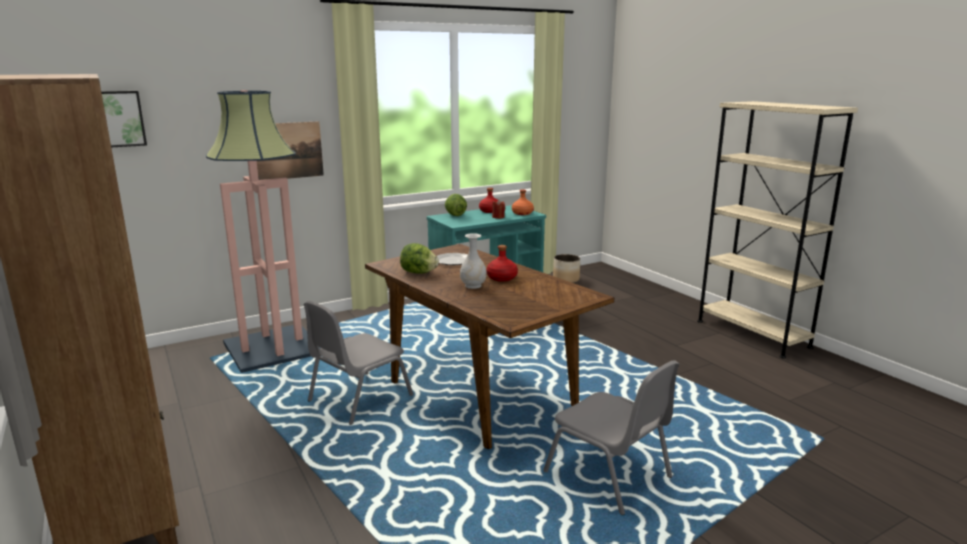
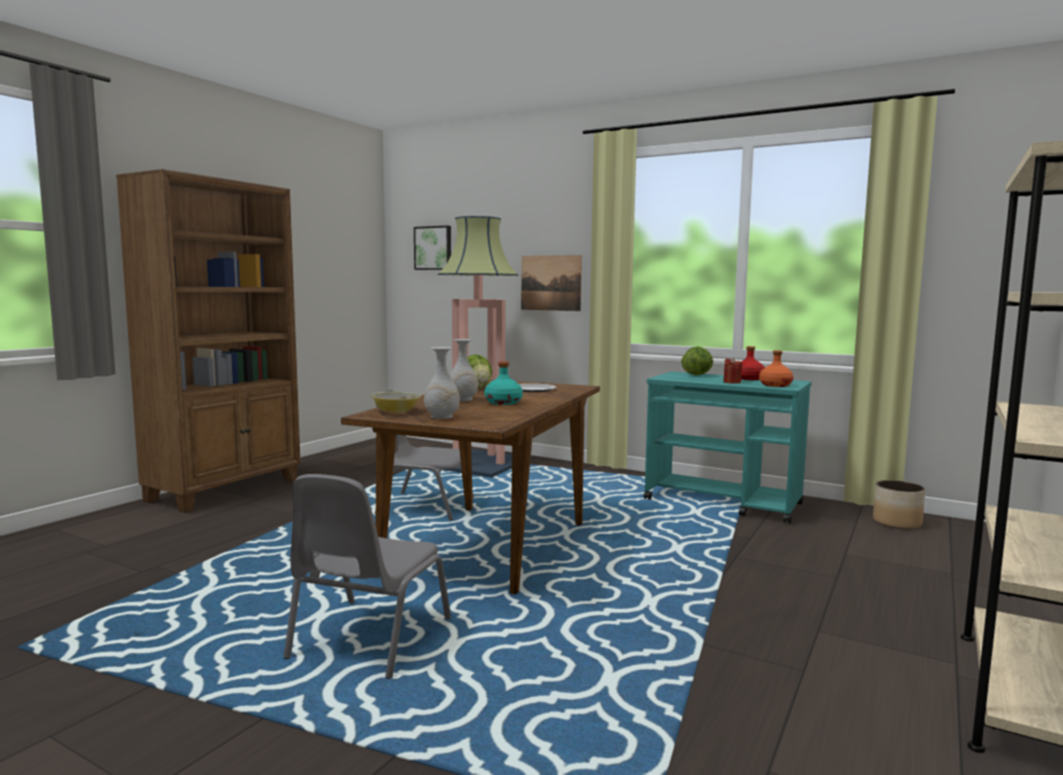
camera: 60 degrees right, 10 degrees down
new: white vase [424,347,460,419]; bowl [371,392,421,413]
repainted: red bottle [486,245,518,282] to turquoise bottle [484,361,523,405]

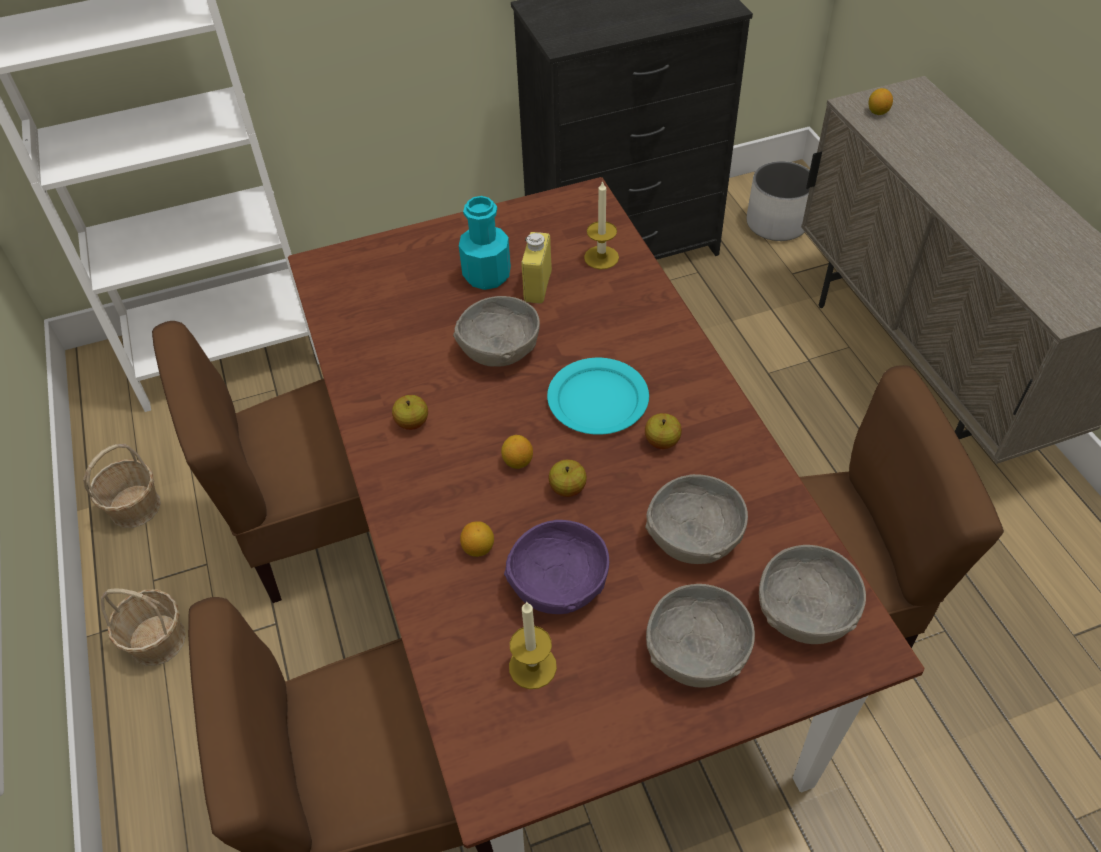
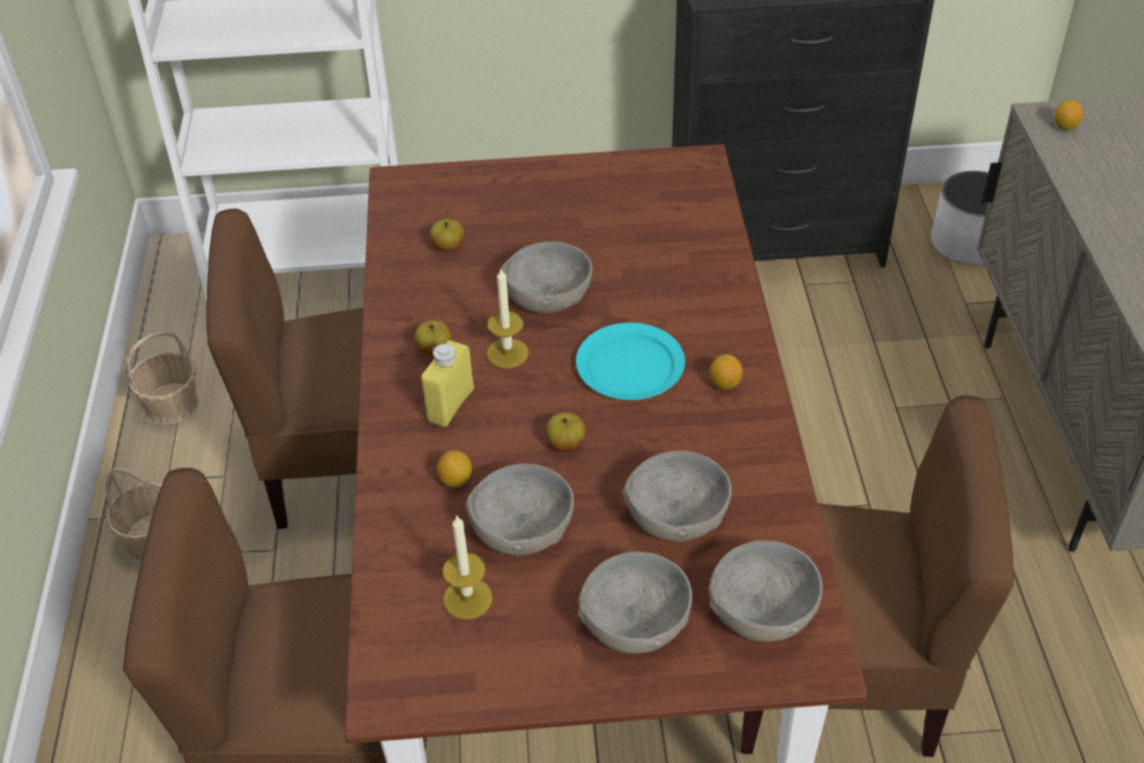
camera: 15 degrees right, 5 degrees down
gone: turquoise bottle [459,196,511,290]
shifted: candle [584,180,619,269] to [487,269,529,368]; yellow bottle [522,232,552,304] to [421,341,474,427]; apple [645,413,682,449] to [430,219,464,252]; lemon [501,435,533,469] to [710,354,743,390]
repainted: purple bowl [504,520,609,614] to grey bowl [465,464,574,556]

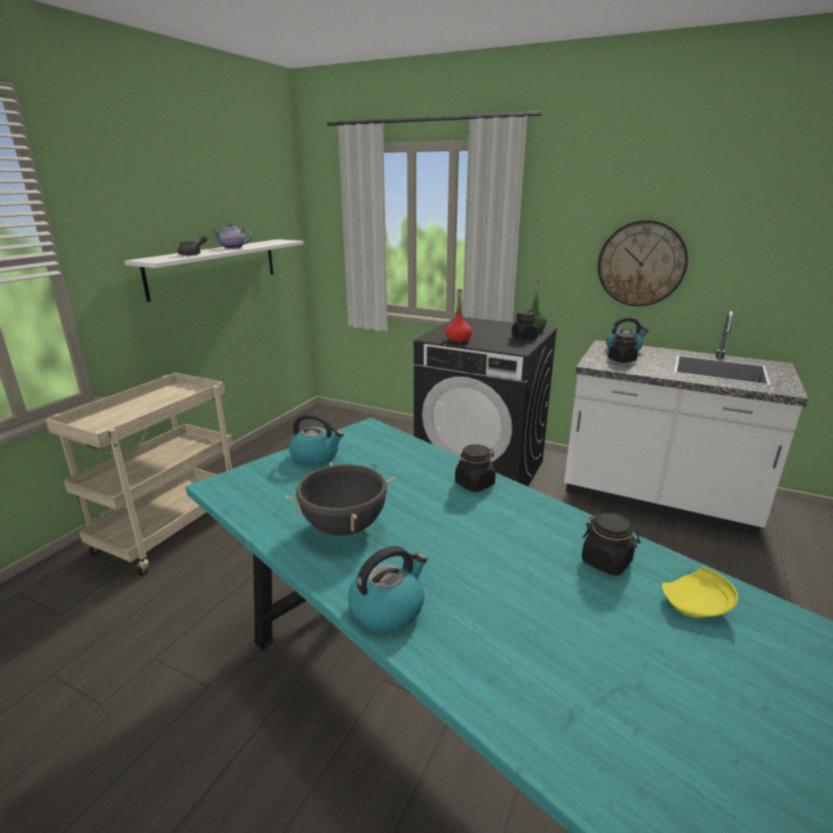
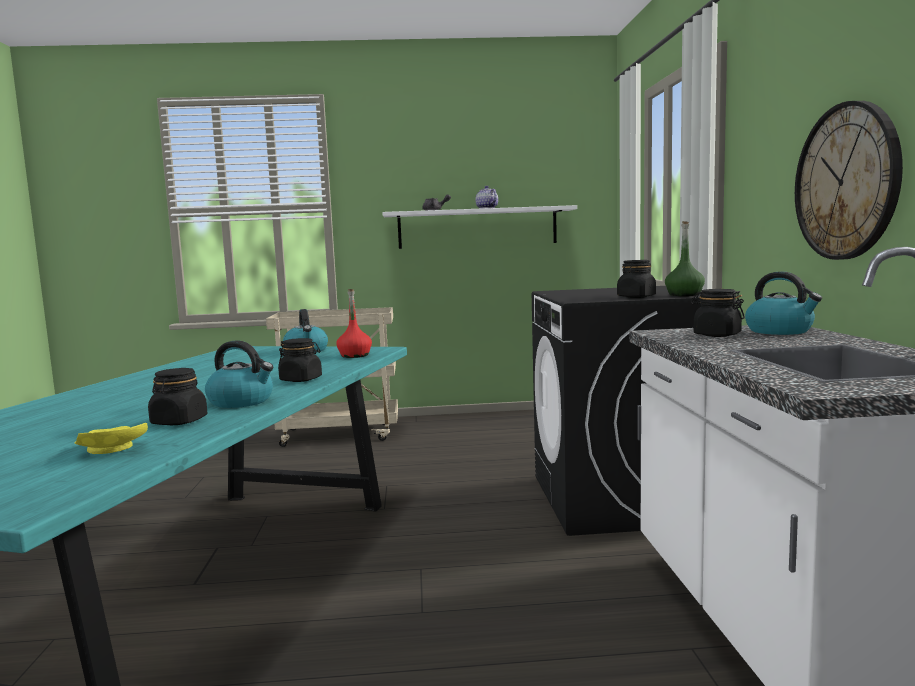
camera: 60 degrees right, 15 degrees down
gone: black cooking pot [285,462,396,536]
shifted: red bottle [445,289,472,343] to [336,289,372,358]; kettle [348,546,427,632] to [205,340,273,408]

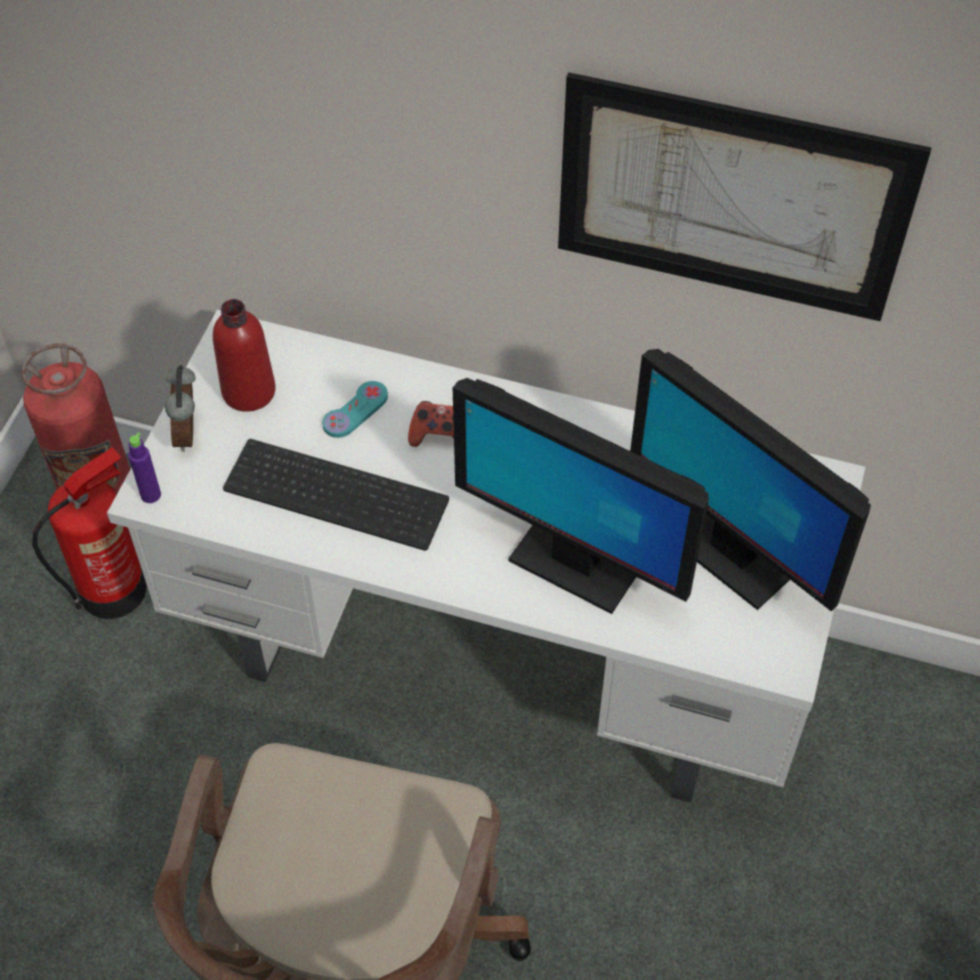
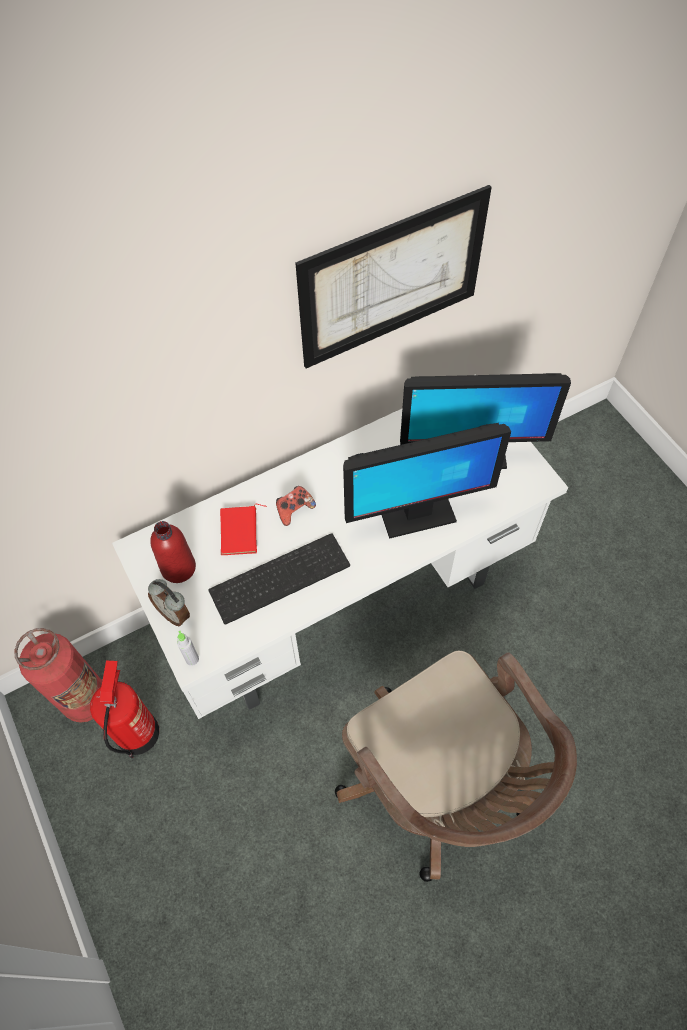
camera: 45 degrees left, 5 degrees up
swapped: turquoise game controller [322,381,388,438] to red book [220,504,267,555]
repainted: purple bottle [128,432,161,503] to grey bottle [177,631,199,666]

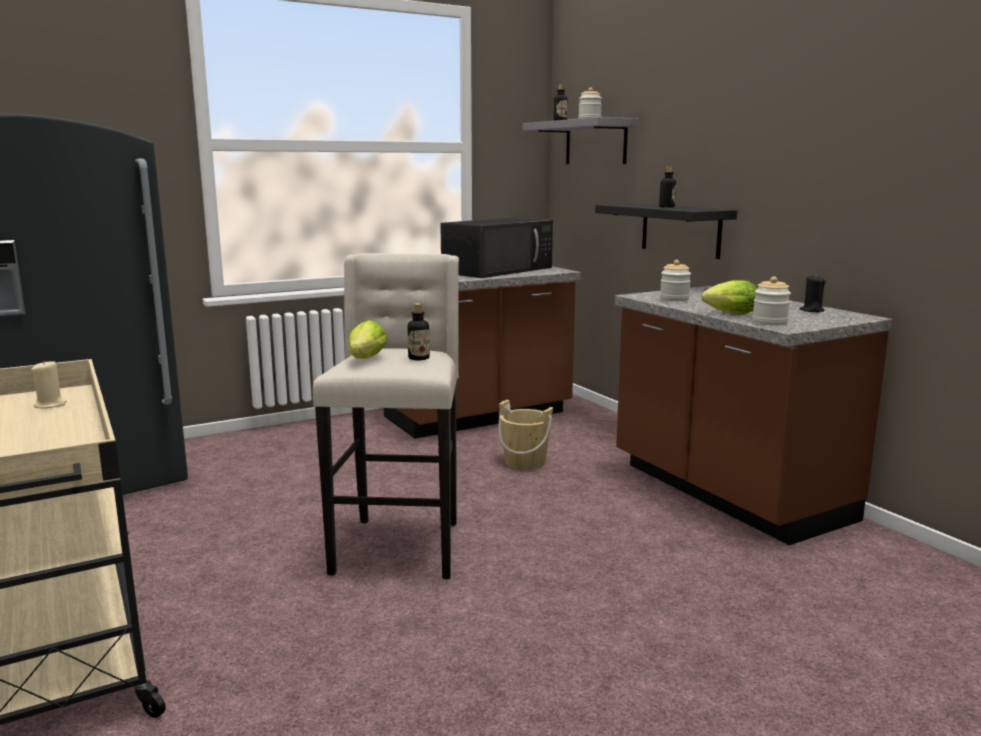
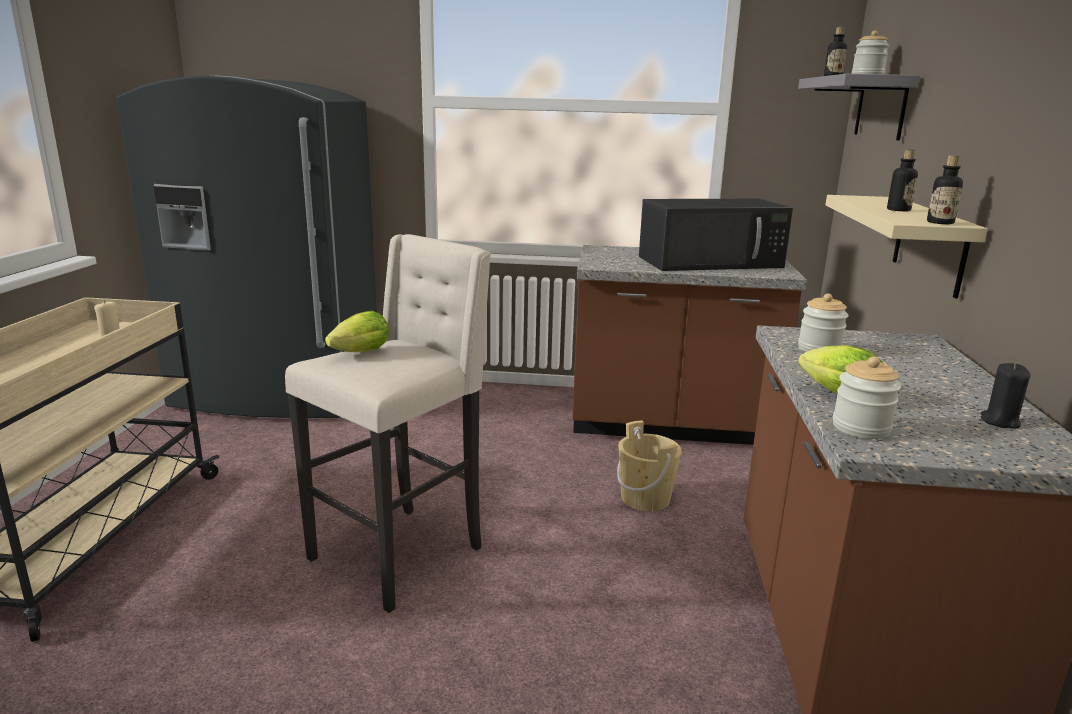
camera: 35 degrees right, 5 degrees up
shifted: bottle [408,303,430,360] to [927,155,963,224]
repainted: black shelf [595,204,737,259] to beige shelf [825,195,988,298]

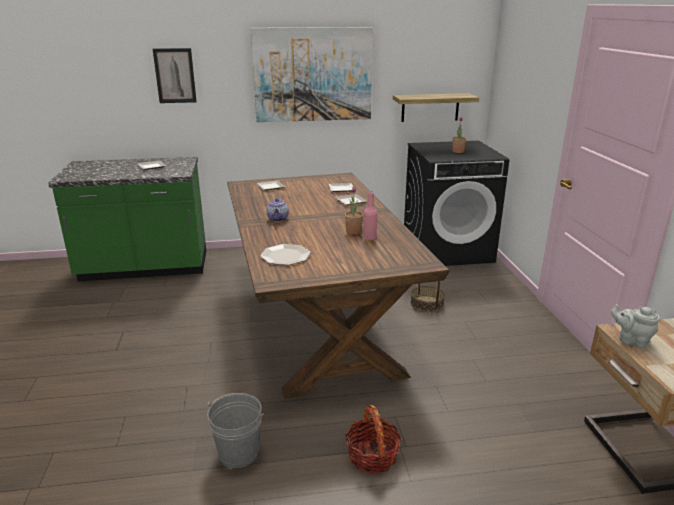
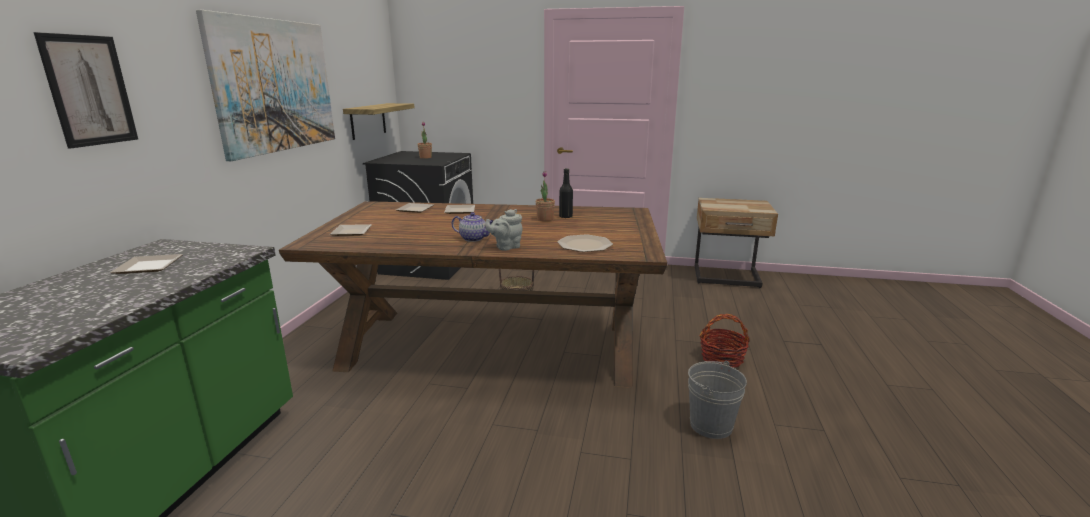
camera: 70 degrees left, 5 degrees down
shifted: grey teapot [611,304,660,348] to [485,209,523,251]
repainted: pink bottle [363,191,377,240] to black bottle [559,168,573,218]

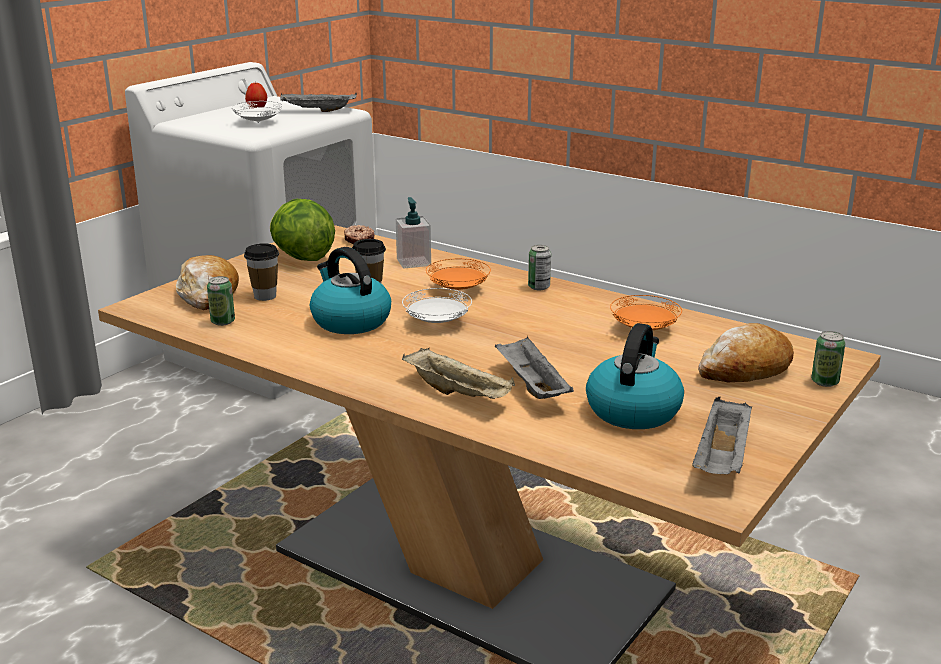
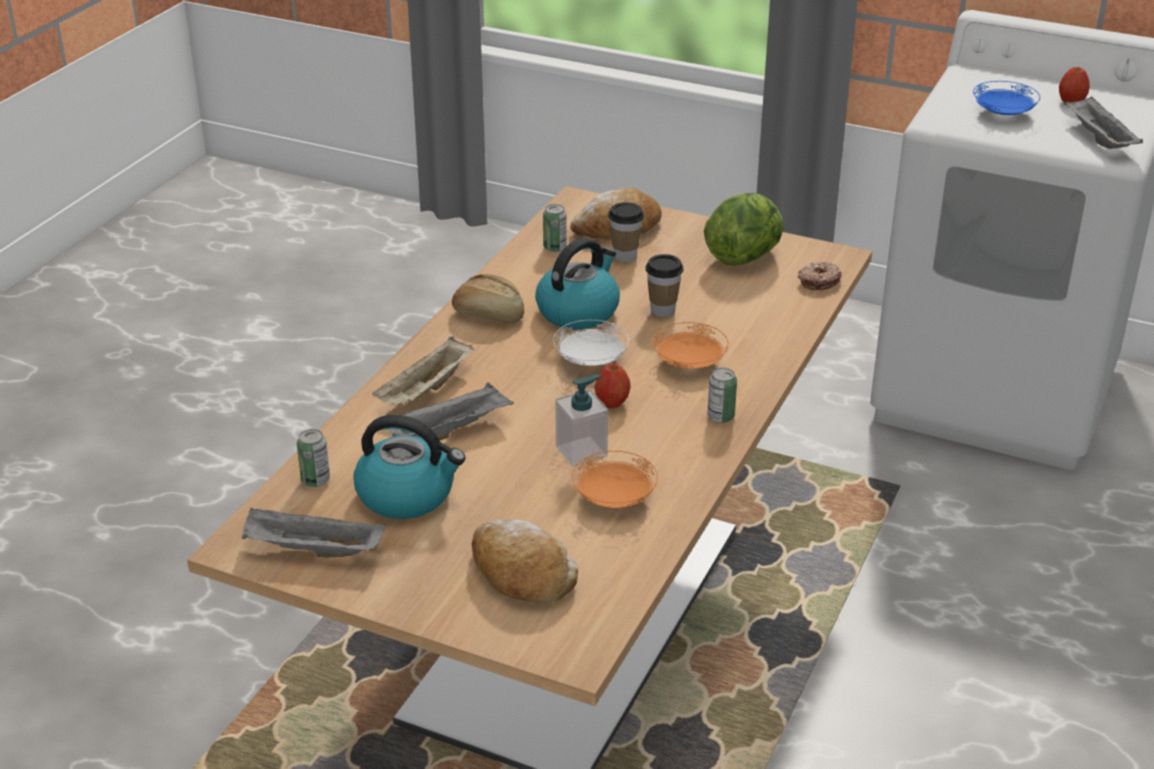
camera: 80 degrees right, 10 degrees up
new: bread [452,274,524,324]; apple [595,363,631,408]
shifted: soap dispenser [396,197,431,268] to [555,374,608,467]; can [811,331,845,387] to [297,429,330,487]
repainted: white plate [231,101,282,123] to blue plate [973,81,1040,115]

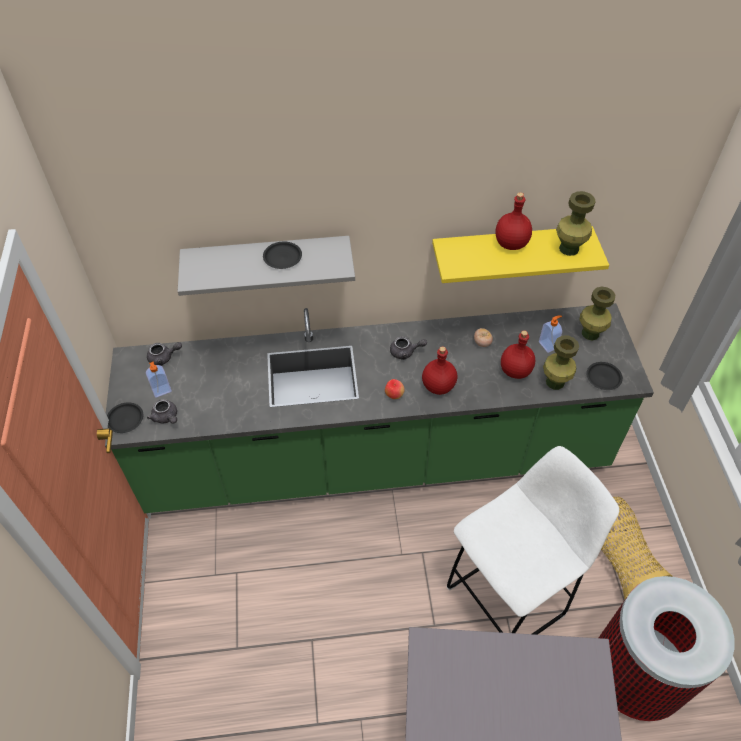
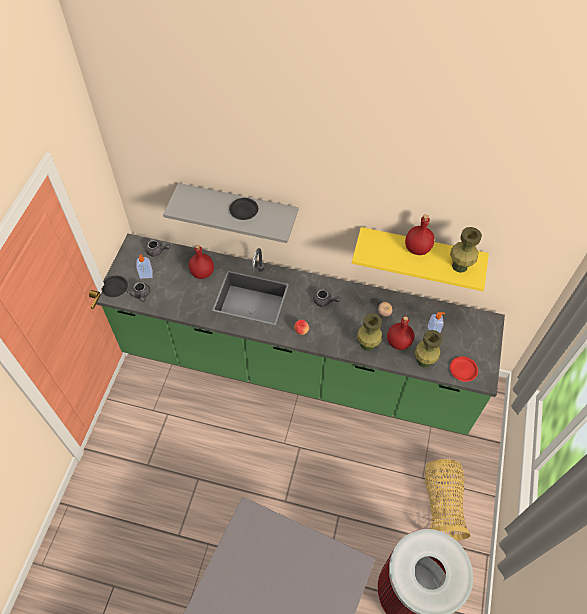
camera: 20 degrees right, 5 degrees up
gone: white stool [447,446,619,635]
shifted: green vase [580,287,615,340] to [357,313,382,351]; red bottle [422,346,457,395] to [189,245,214,279]
repainted: black plate [586,362,623,390] to red plate [450,356,478,382]

